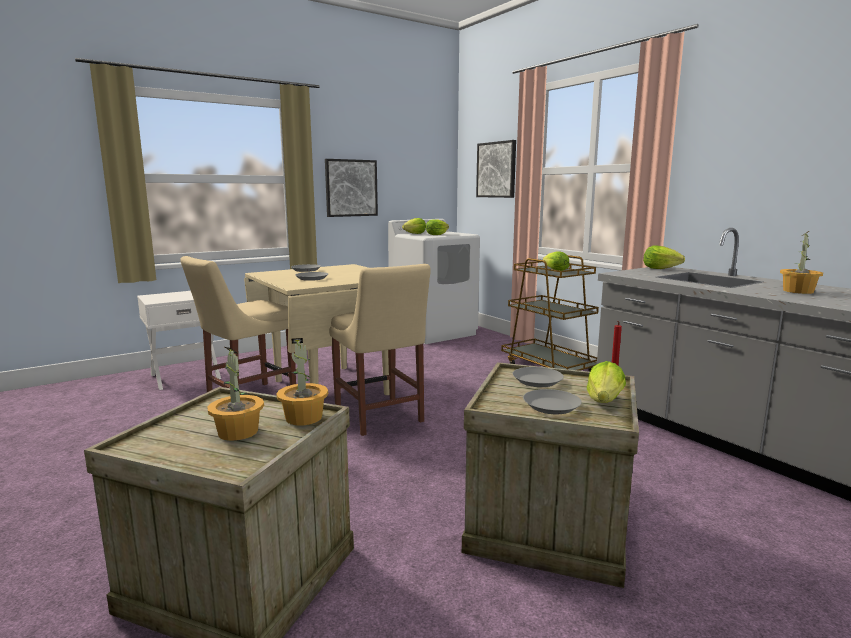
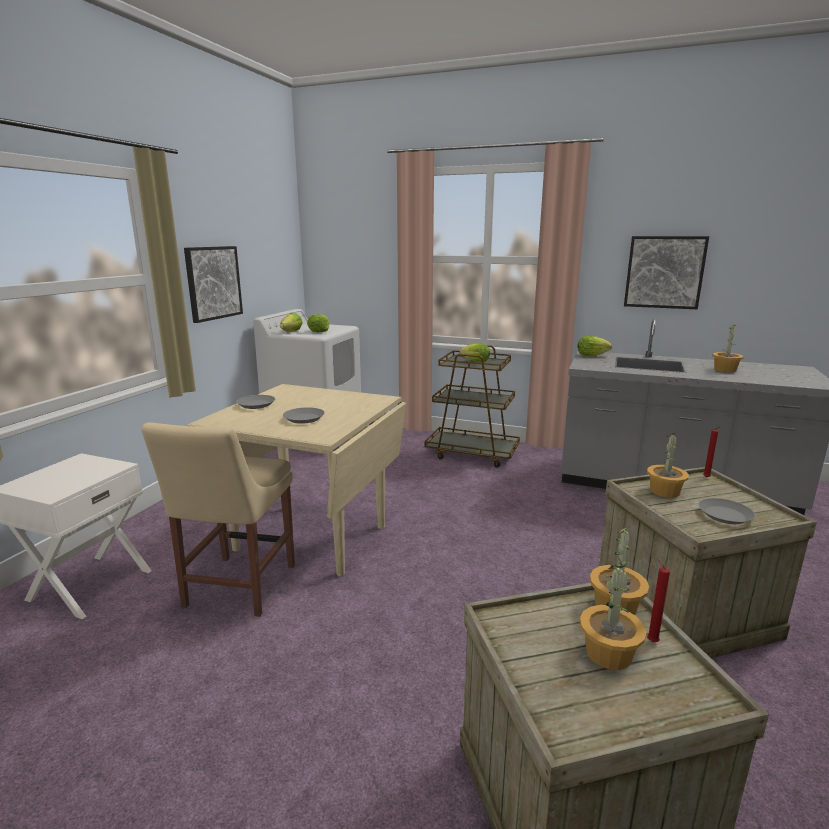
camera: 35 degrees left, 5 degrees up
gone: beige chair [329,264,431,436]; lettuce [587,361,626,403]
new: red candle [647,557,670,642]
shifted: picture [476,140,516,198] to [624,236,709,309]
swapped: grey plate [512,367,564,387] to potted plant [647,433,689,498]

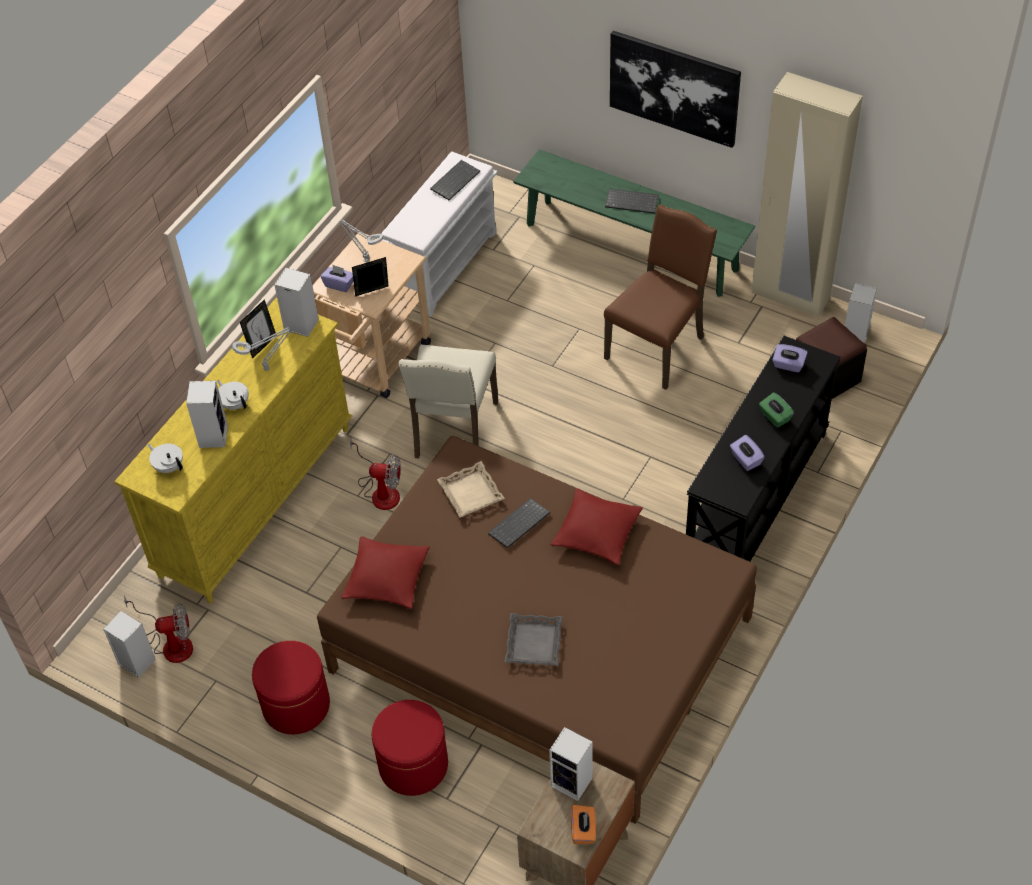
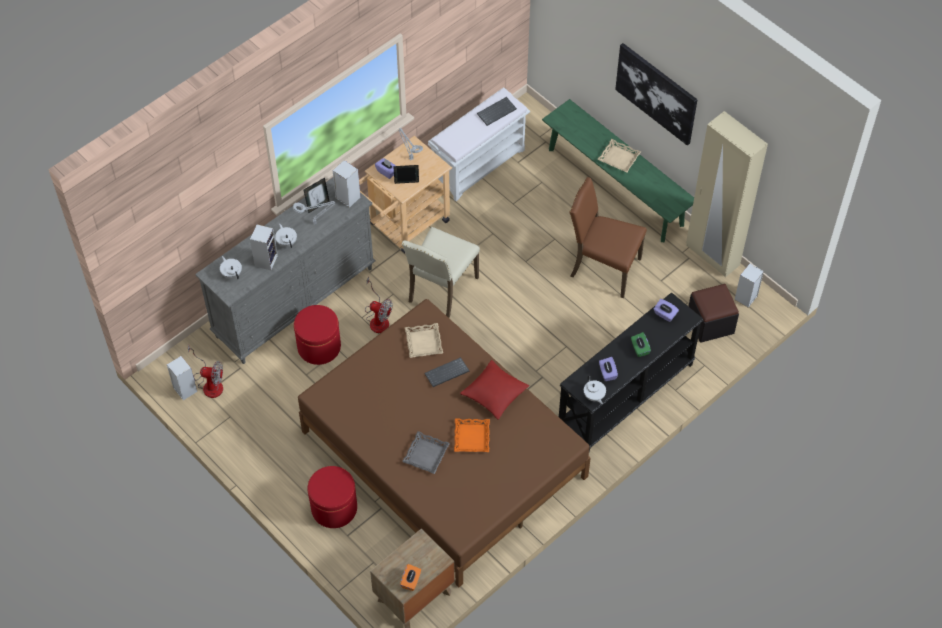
camera: 15 degrees right, 5 degrees up
gone: red pillow [341,536,430,609]; speaker [549,727,593,801]
new: white teapot [584,376,606,404]; orange tray [454,418,490,452]
shifted: red ottoman [252,641,330,734] to [294,305,341,365]
swapped: keyboard [605,188,659,214] to beige tray [597,139,641,172]
repainted: yellow dresser [114,297,353,603] to grey dresser [195,178,375,364]
rotated: brown chair [604,204,717,390] = [569,177,647,298] 120 degrees counterclockwise

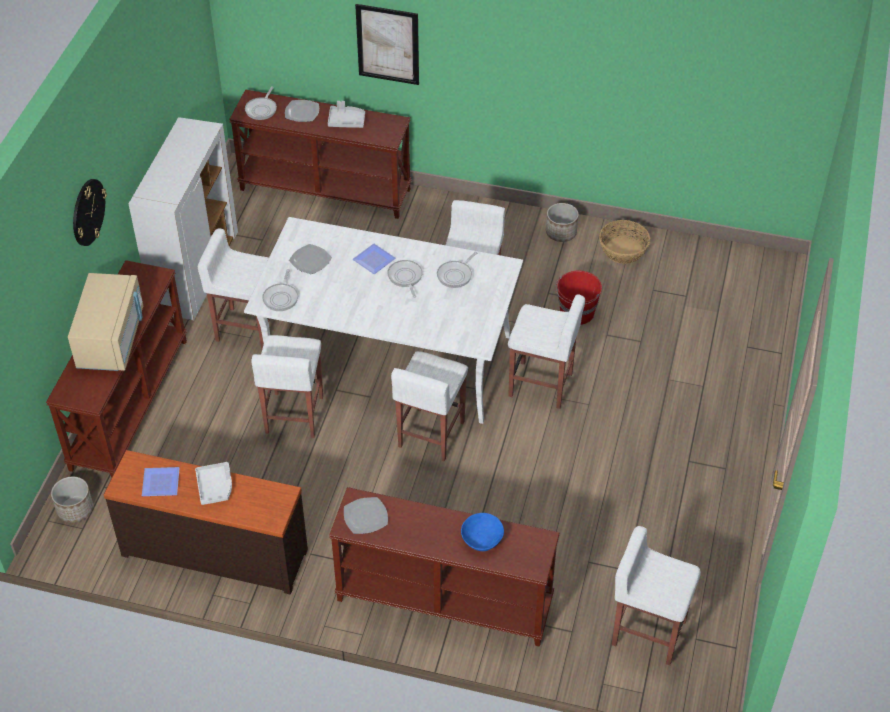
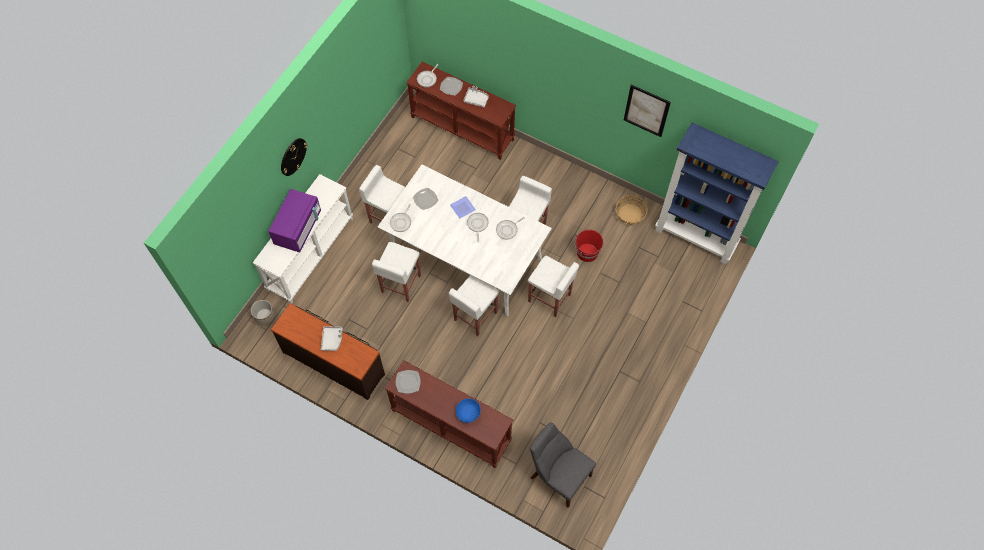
camera: 15 degrees right, 15 degrees up
gone: white cabinet [129,117,238,320]; planter [546,203,579,242]; plate [142,467,180,496]
new: blue bookcase [655,123,779,264]
shifted: picture [355,4,419,85] to [624,85,671,137]
swapped: white stool [612,526,701,666] to grey chair [530,423,596,508]
repainted: brown console table [46,260,187,478] to white console table [253,174,353,304]; beige microwave [68,273,143,371] to purple microwave [268,189,321,253]

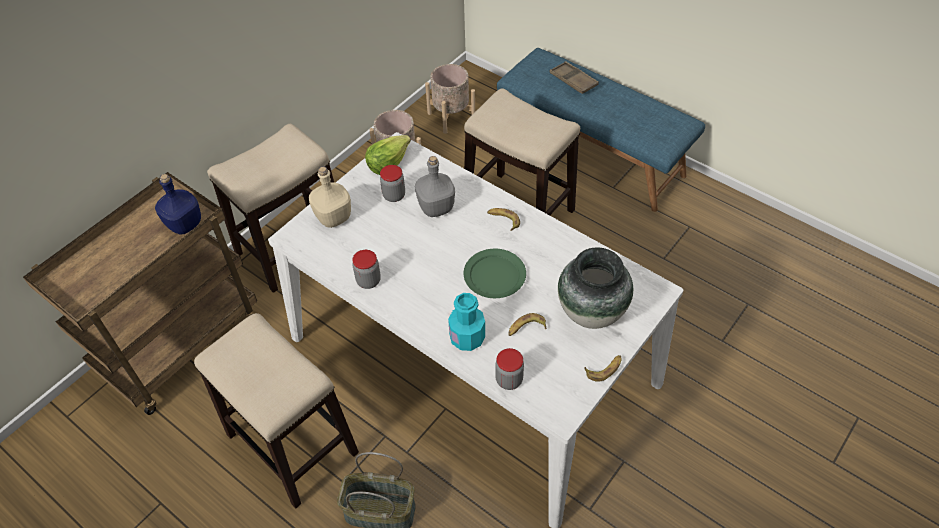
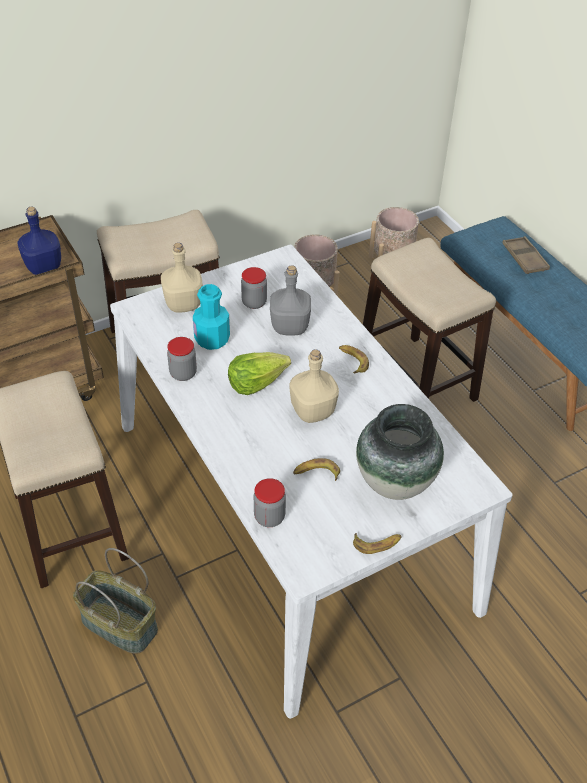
camera: 20 degrees right, 5 degrees down
shifted: lettuce [365,135,411,175] to [228,352,291,395]; turquoise bottle [448,293,485,351] to [193,284,230,350]
swapped: green plate [464,249,526,298] to beige bottle [290,349,339,423]

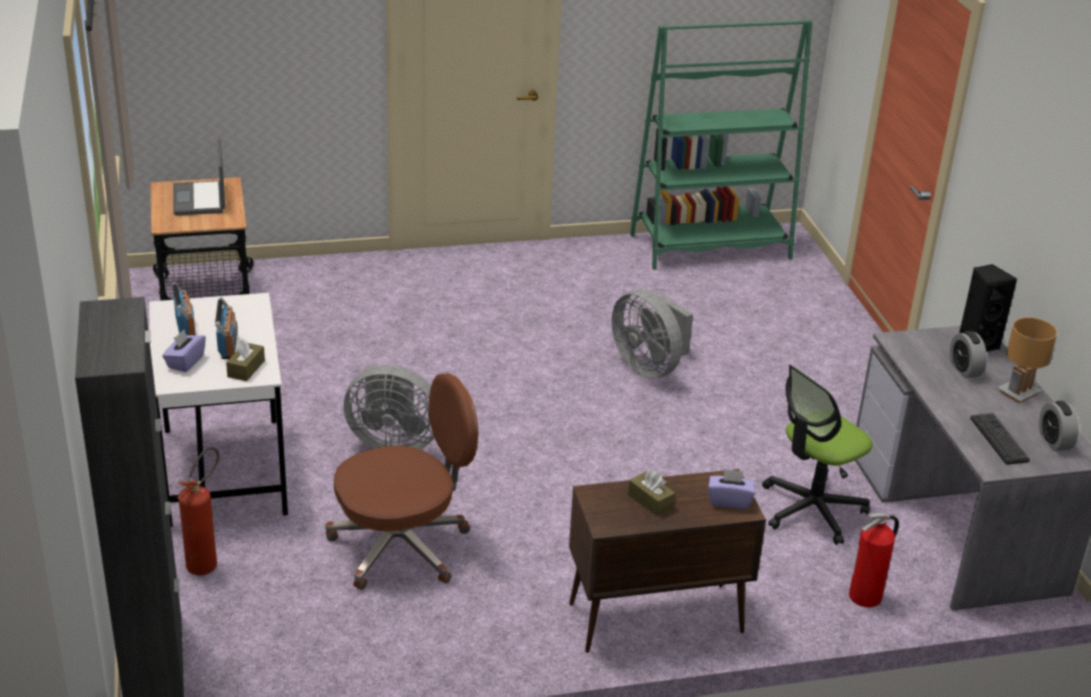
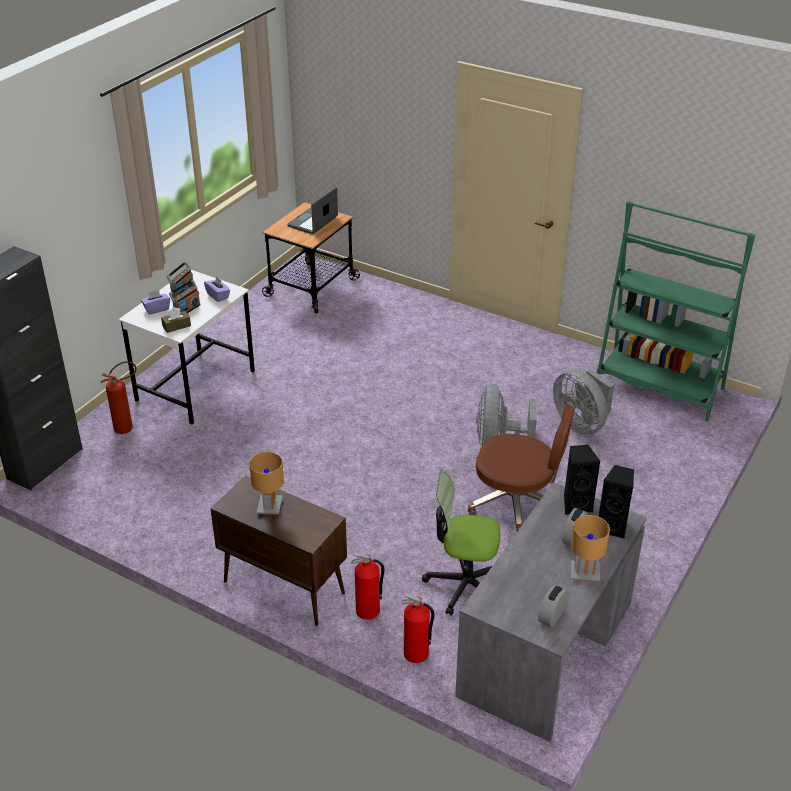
camera: 45 degrees right, 5 degrees up
gone: keyboard [970,413,1030,465]
new: black speaker [564,445,601,515]; fire extinguisher [351,552,384,620]
shifted: grey fan [344,364,434,450] to [553,369,614,435]; brown office chair [325,373,478,590] to [468,405,575,533]; purple tissue box [708,469,755,509] to [204,276,230,302]
swapped: brown tissue box [628,470,675,516] to brown table lamp [249,452,284,515]

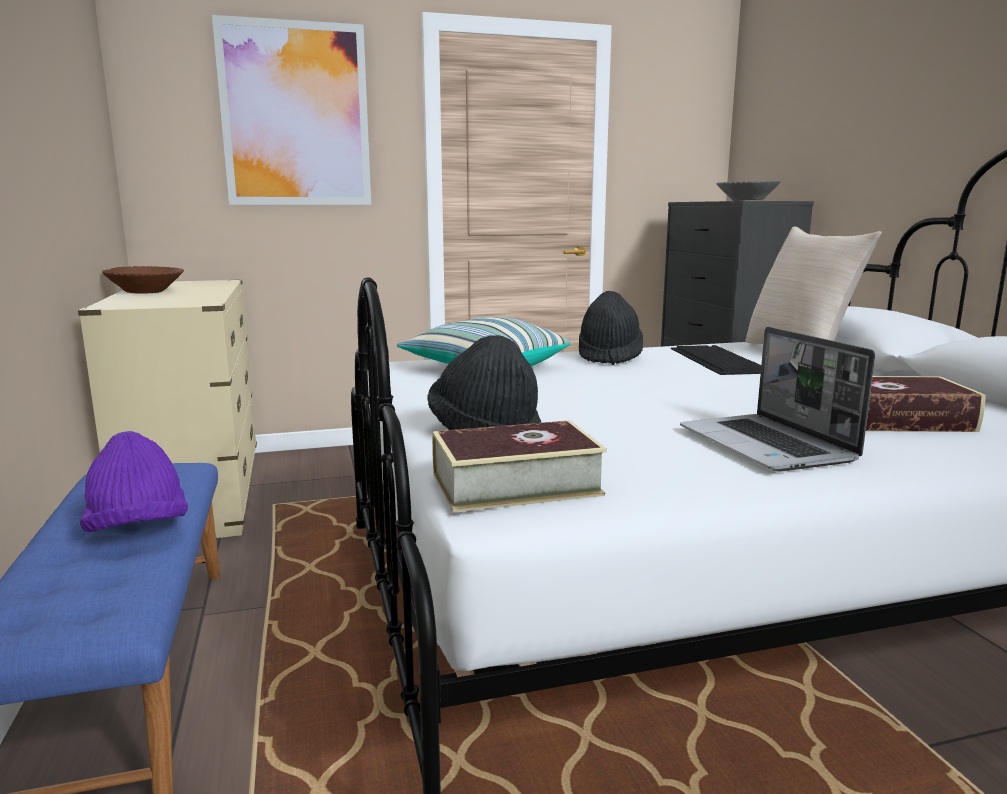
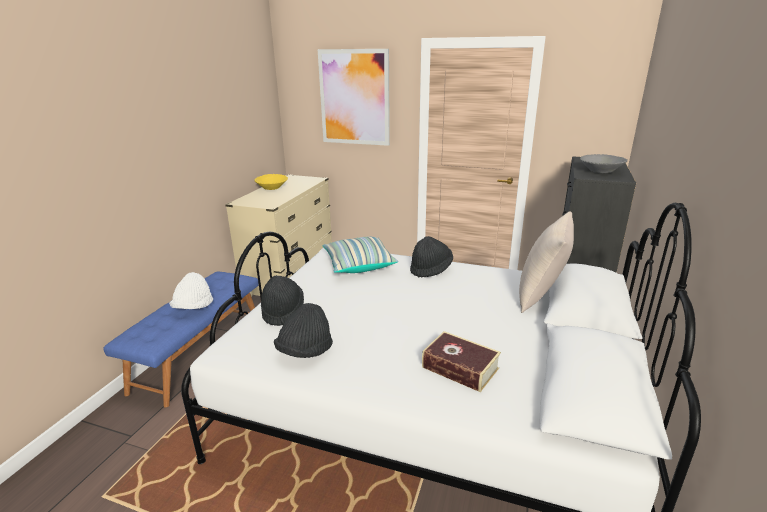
camera: 35 degrees right, 10 degrees up
gone: laptop [680,327,875,472]; keyboard [671,345,761,375]; book [432,420,607,512]
new: black hat [274,303,333,358]
repainted: brown bowl [102,266,184,293] to yellow bowl [254,174,288,190]; purple hat [80,431,188,532] to white hat [169,272,213,309]

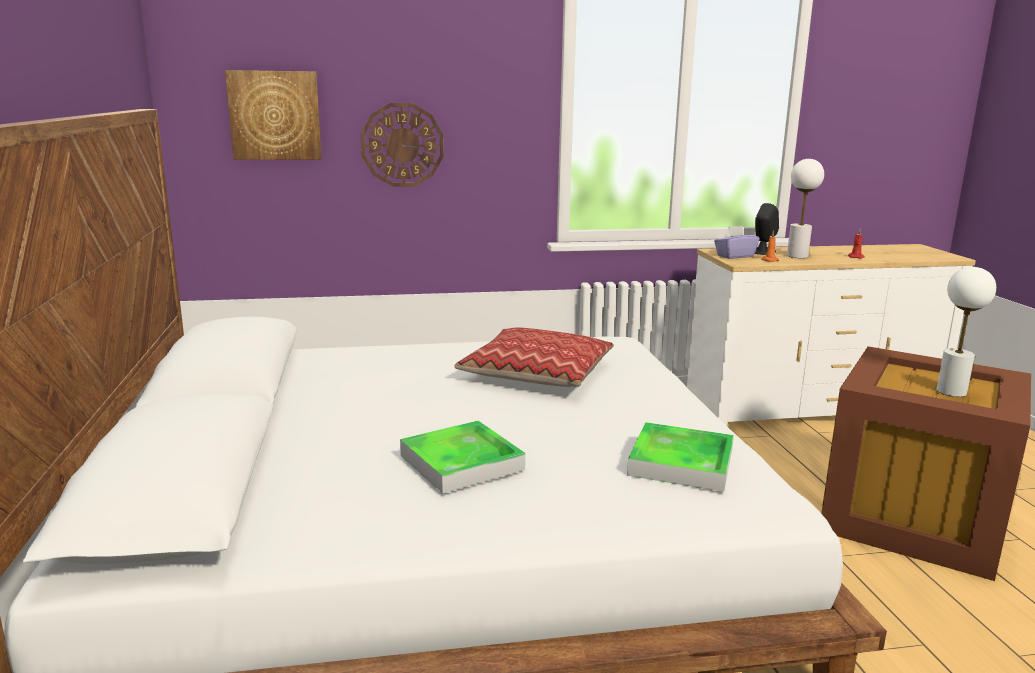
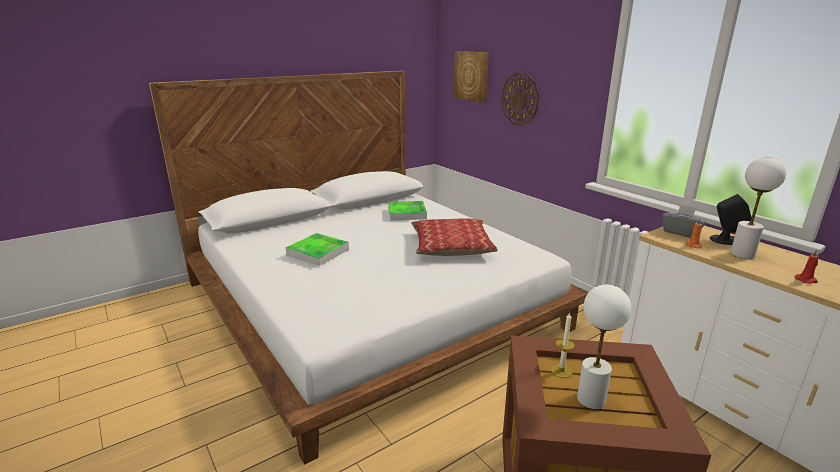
camera: 65 degrees right, 5 degrees up
new: candle [551,313,575,378]
shifted: tray [627,422,734,492] to [388,201,427,221]
repainted: purple tissue box [714,226,760,259] to grey tissue box [662,204,706,238]

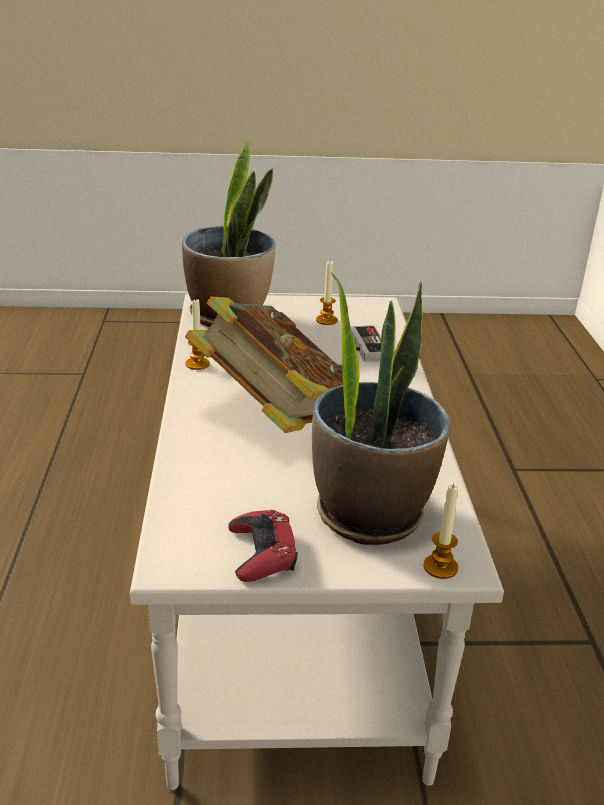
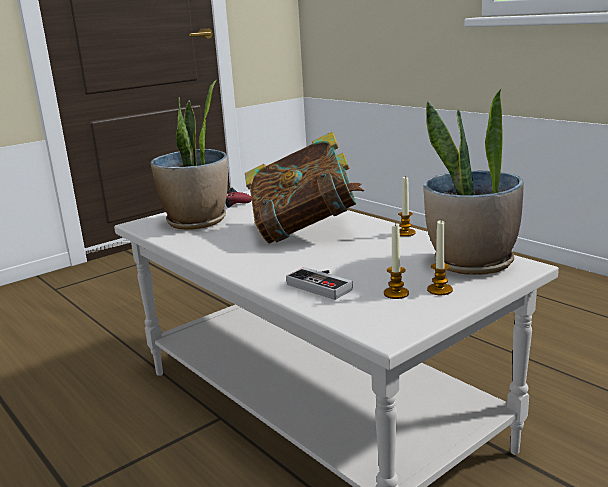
camera: 145 degrees right, 10 degrees down
shifted: candle [424,484,458,579] to [427,220,453,295]

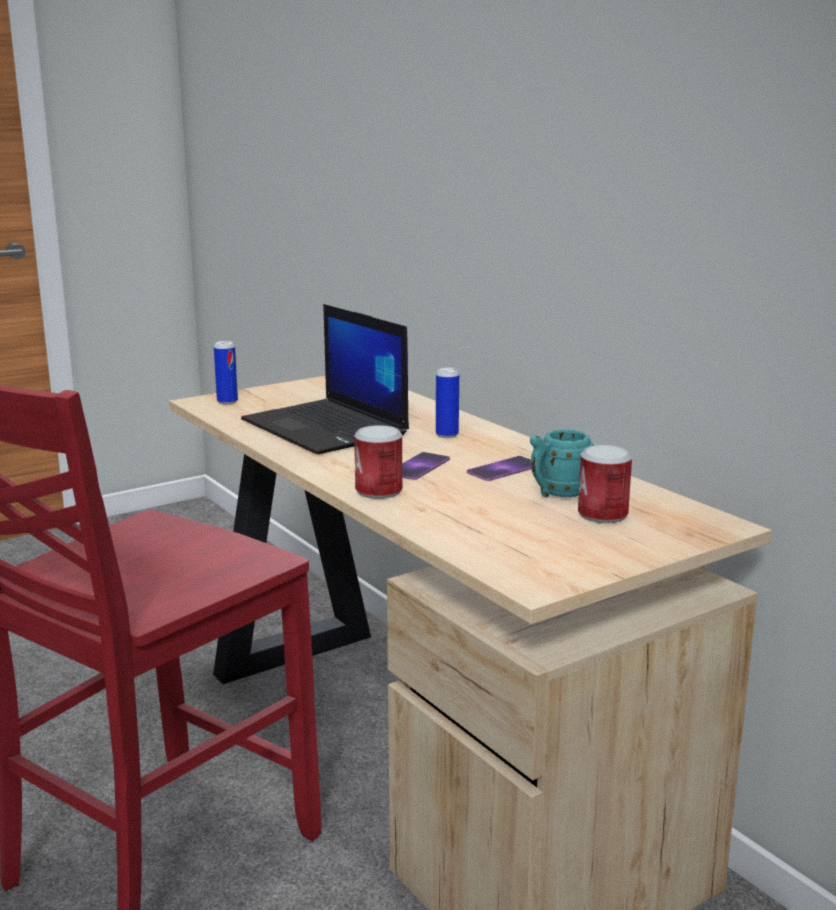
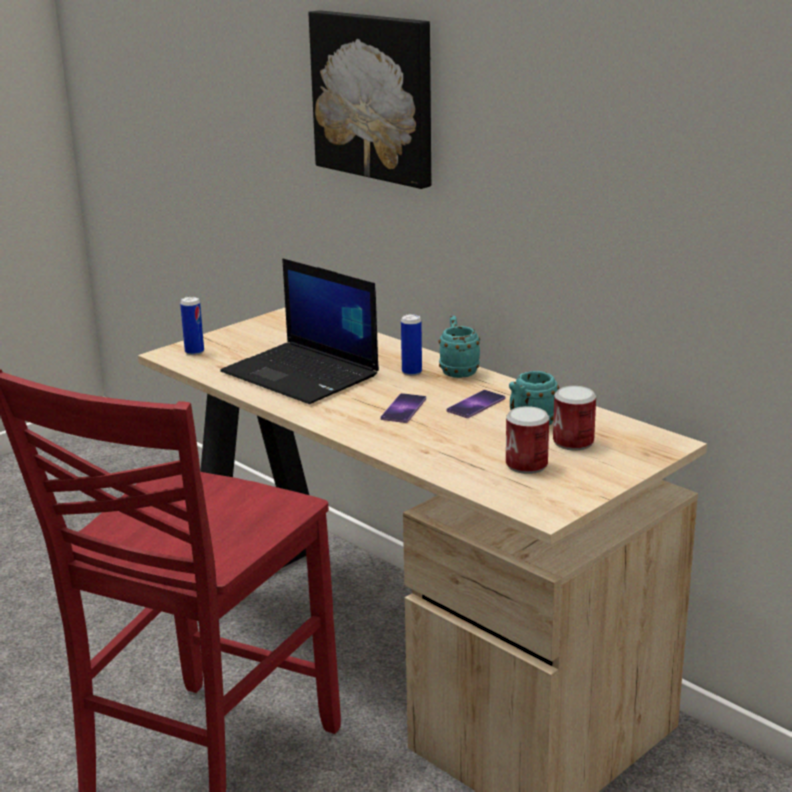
camera: 10 degrees left, 5 degrees up
new: picture [308,10,431,189]; turquoise mug [439,316,480,378]
shifted: can [354,425,402,499] to [506,406,549,474]

